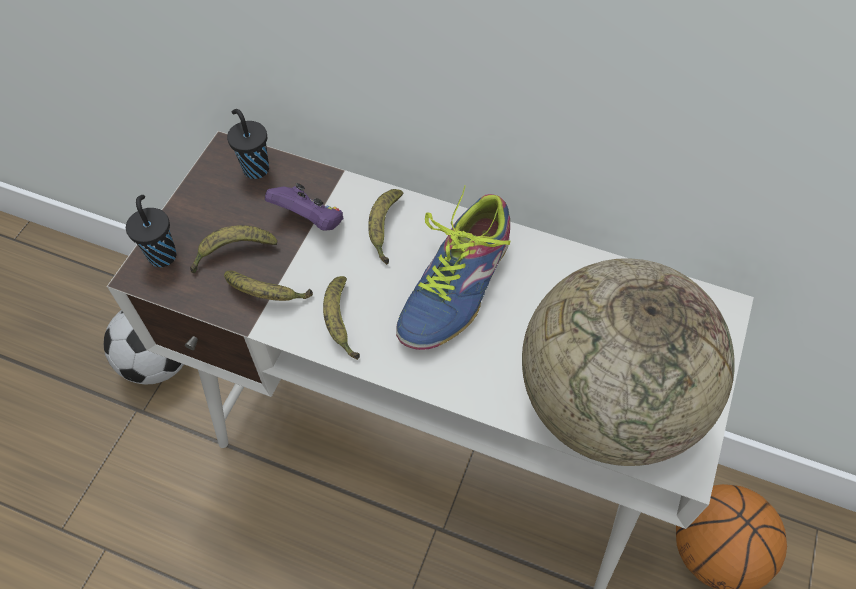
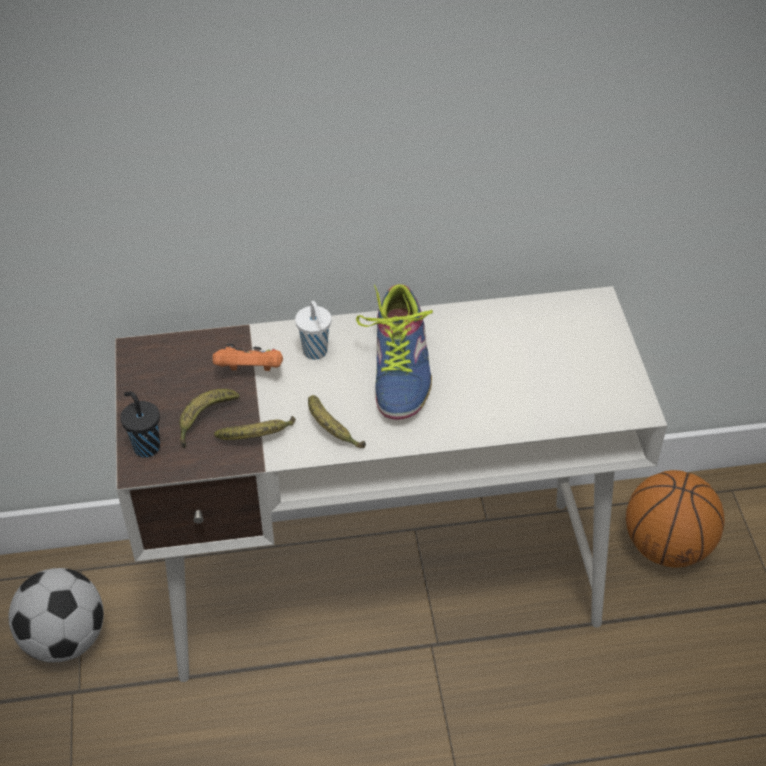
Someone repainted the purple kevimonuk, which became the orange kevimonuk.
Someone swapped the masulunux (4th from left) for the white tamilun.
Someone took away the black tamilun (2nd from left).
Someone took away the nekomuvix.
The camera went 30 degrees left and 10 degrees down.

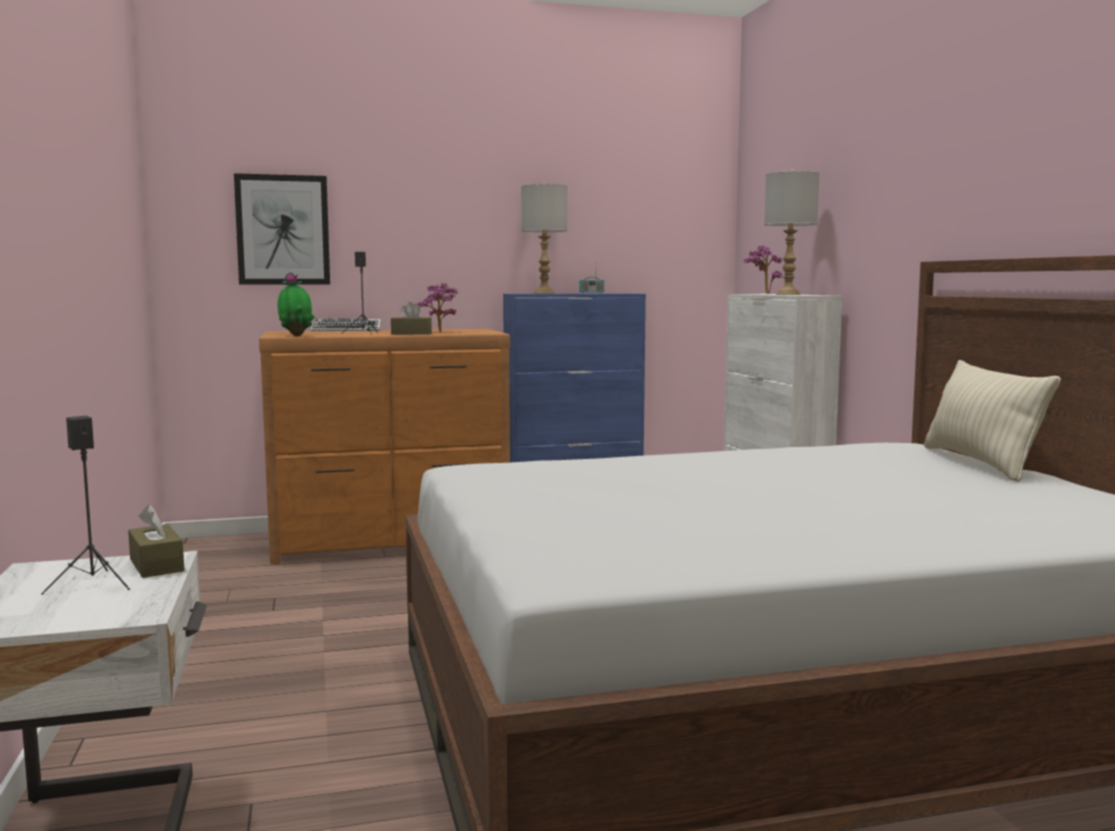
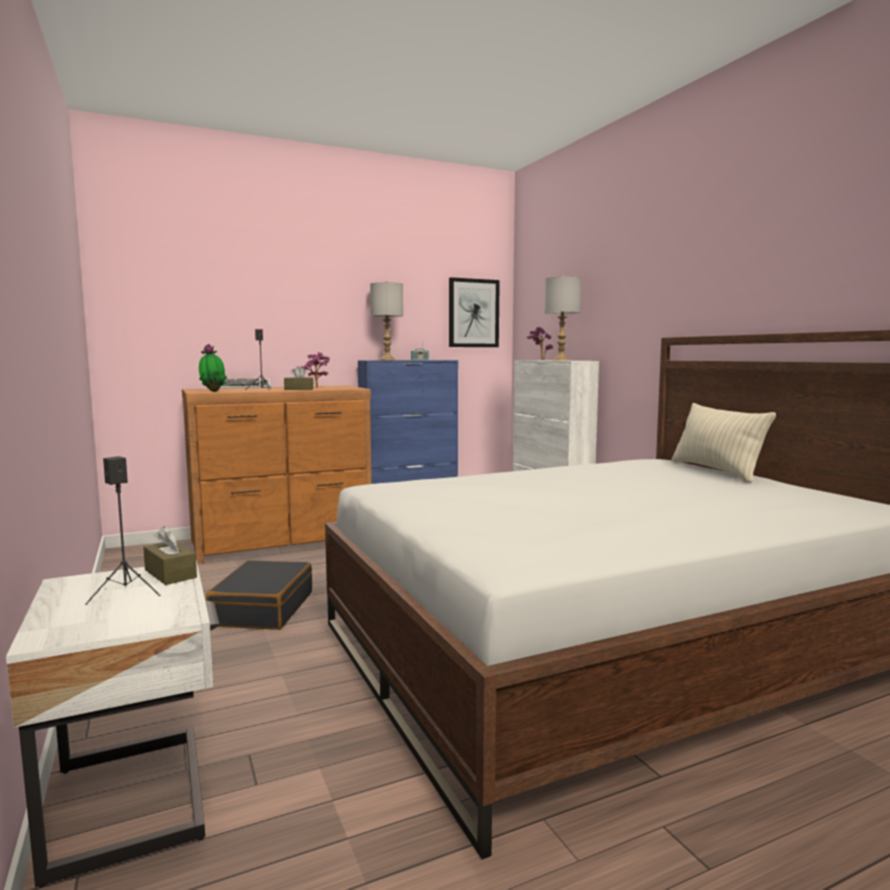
Someone put down the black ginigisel.
Someone carried the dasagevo.
The camera went 10 degrees left and 0 degrees up.

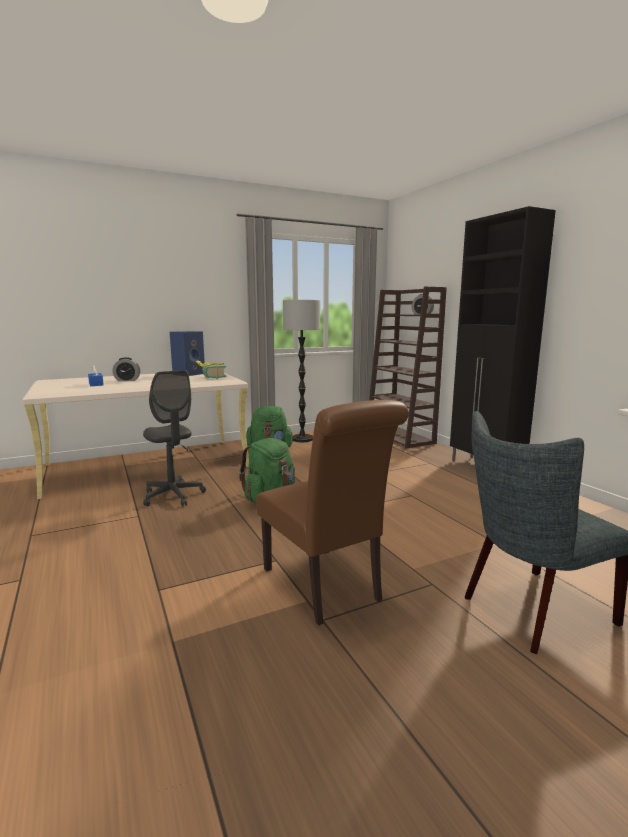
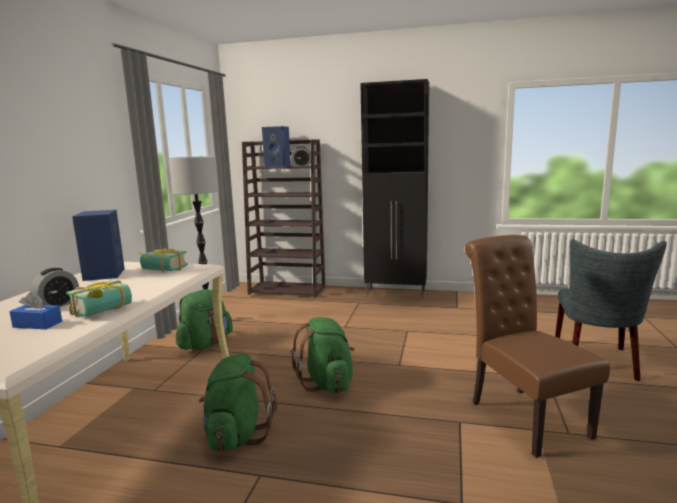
Someone put down the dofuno (1st from left).
Someone swapped the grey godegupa for the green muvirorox (2nd from left).
Someone put down the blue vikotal (2nd from left).
Someone rotated the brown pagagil by 120 degrees counterclockwise.
The camera went 50 degrees left and 0 degrees up.

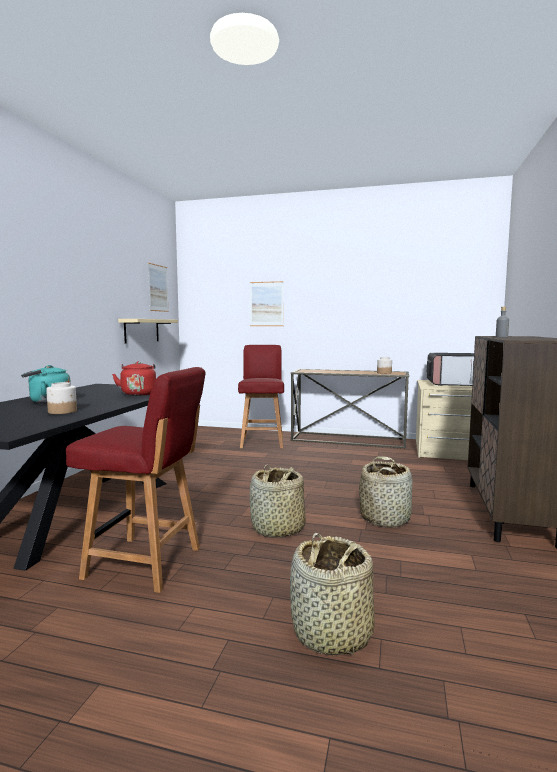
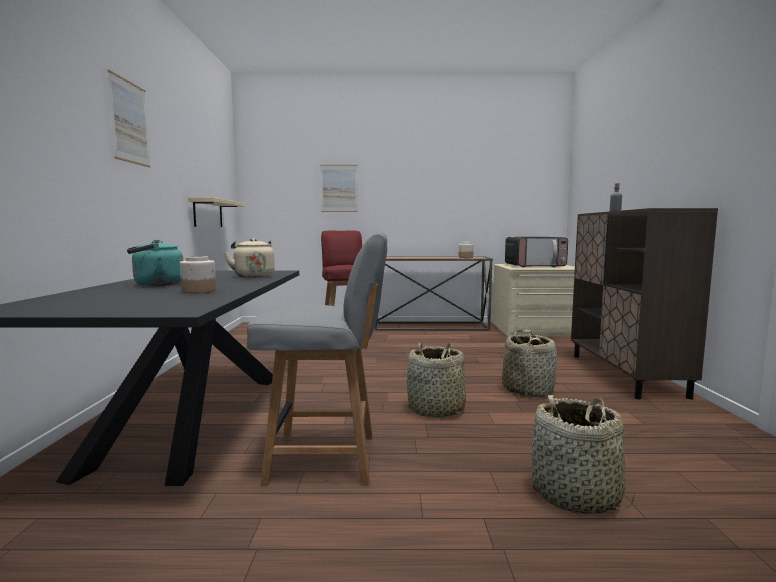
Someone carried the dasagevo (1st from left).
Someone repainted the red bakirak, which became the beige bakirak.
Someone repainted the red pagagil (1st from left), which became the grey pagagil.
The camera went 15 degrees left and 0 degrees up.

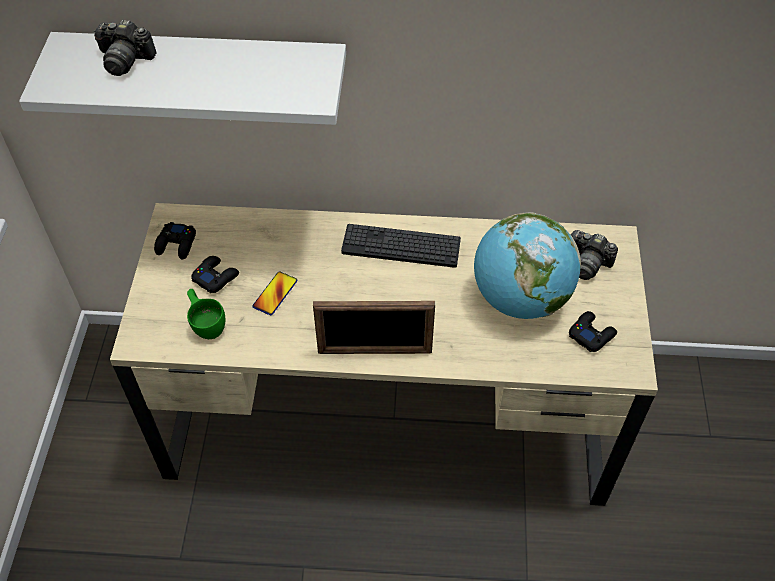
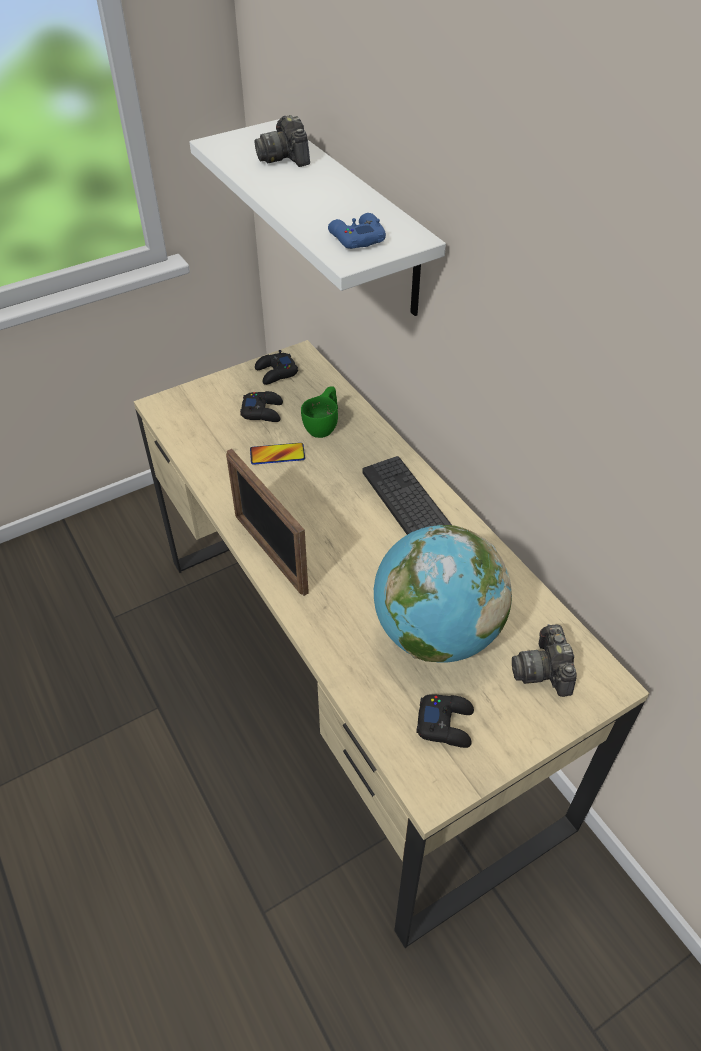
Someone carried the green tamilun.
Someone put down the blue kevimonuk.
The camera went 55 degrees right and 5 degrees down.

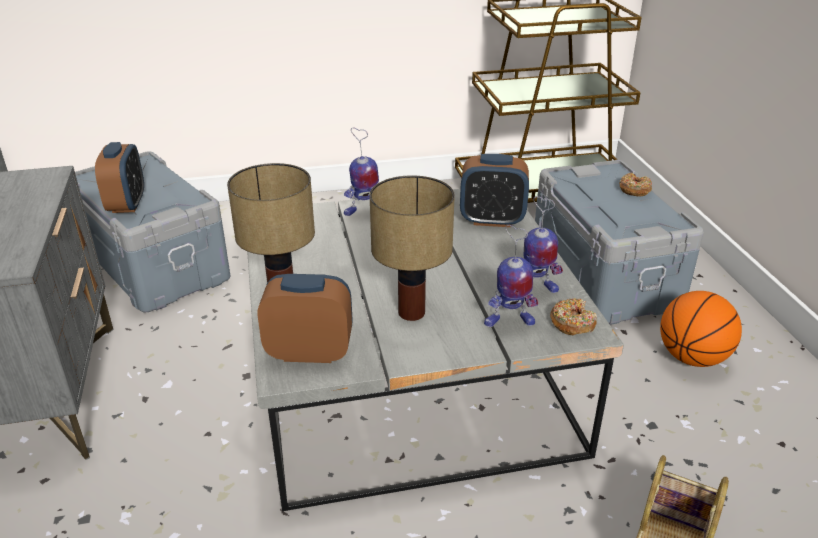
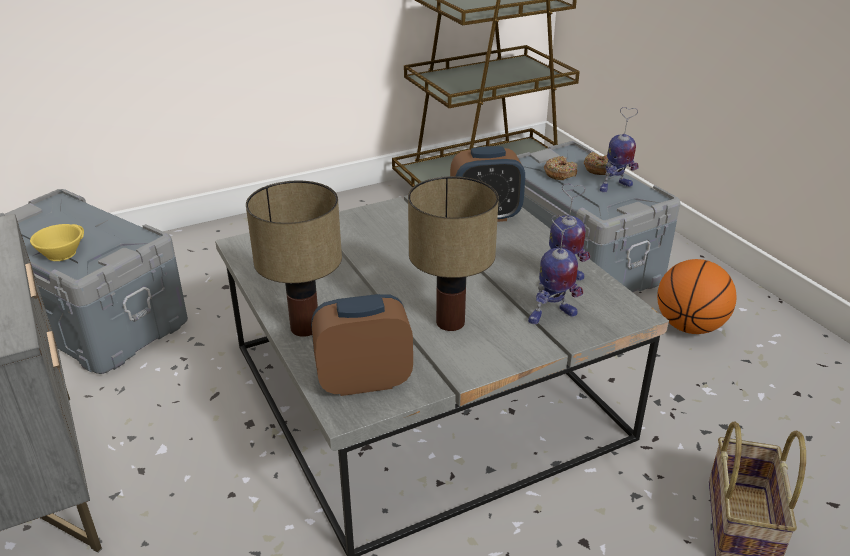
Someone swapped the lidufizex (1st from left) for the yellow tamilun.
Someone carried the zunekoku (1st from left).
Someone carried the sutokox (1st from left in the first image).
The camera went 15 degrees left and 0 degrees up.

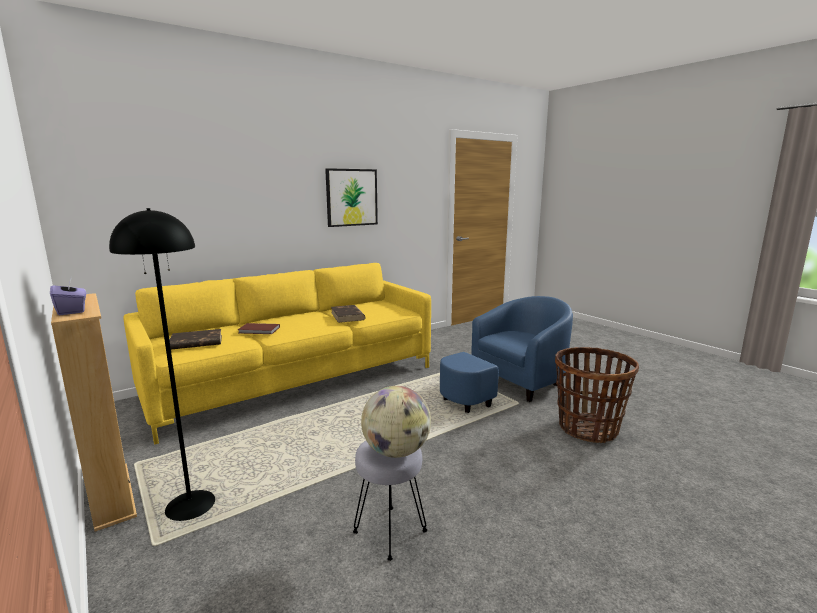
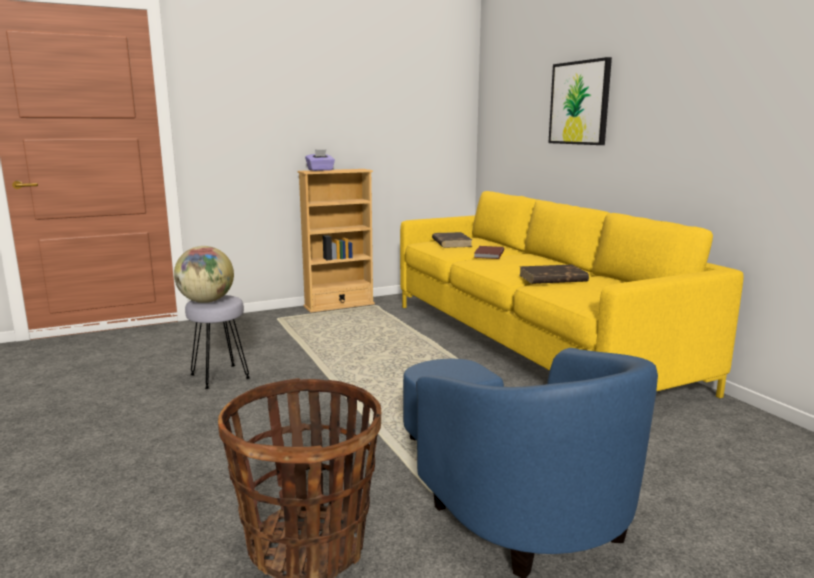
Someone carried the dasagevo.
Someone took away the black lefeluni.
The camera went 100 degrees right and 0 degrees up.

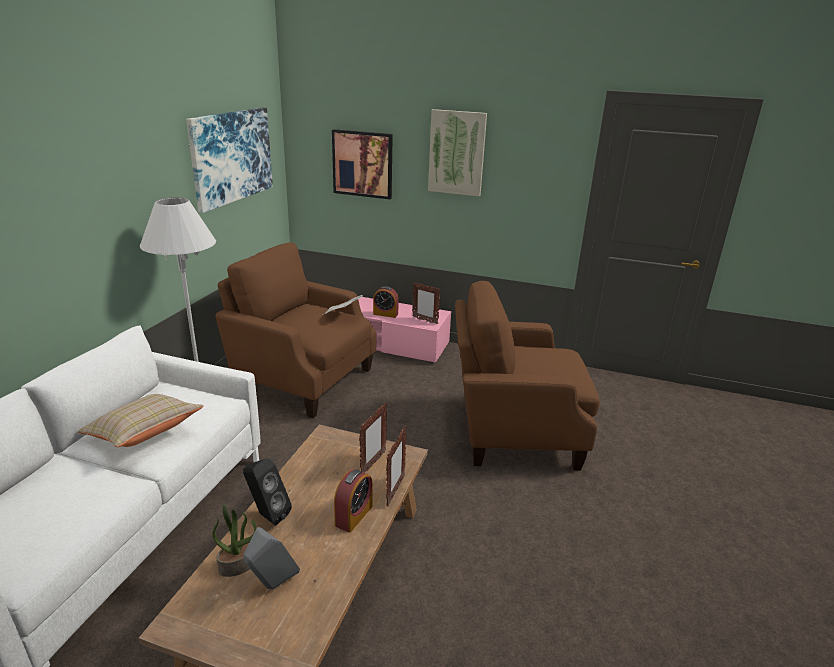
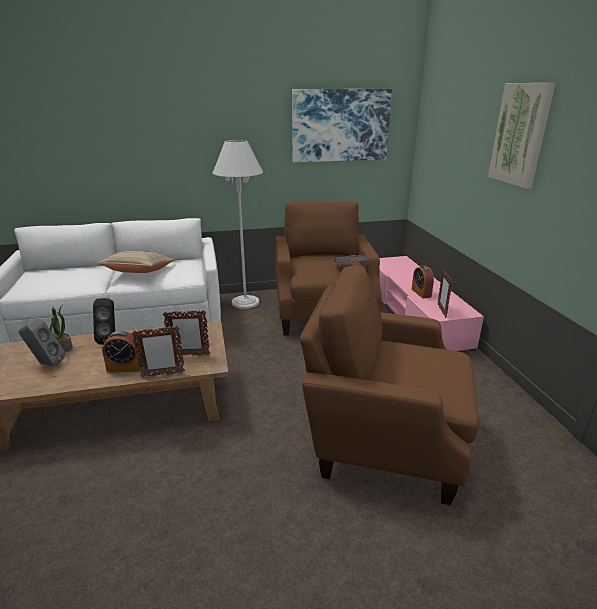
Someone rotated the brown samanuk (2nd from left) by 45 degrees counterclockwise.
Someone took away the dasagevo (2nd from left).
The camera went 60 degrees right and 0 degrees up.

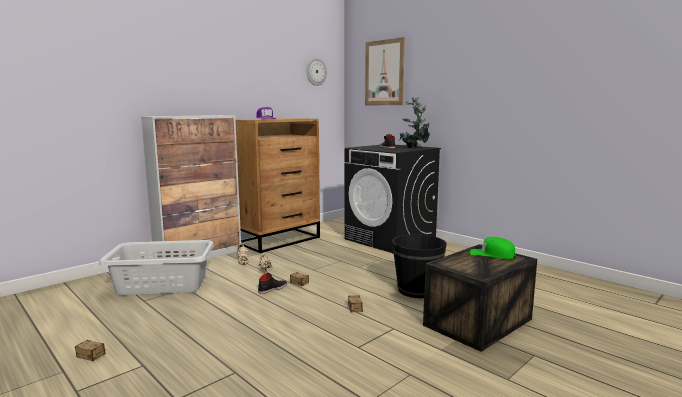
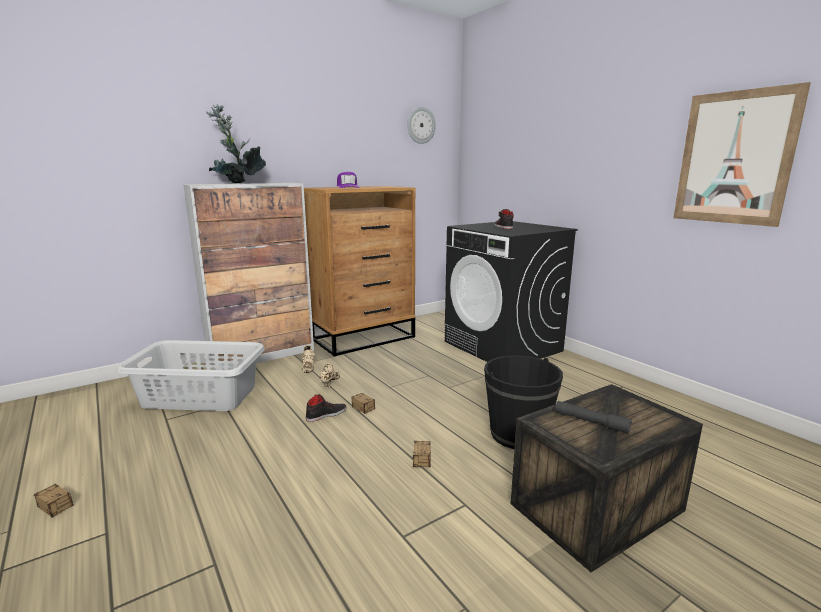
Someone carried the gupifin.
Someone put down the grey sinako.
Someone carried the dasagevo.
Someone took away the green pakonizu.
The camera went 10 degrees right and 5 degrees up.

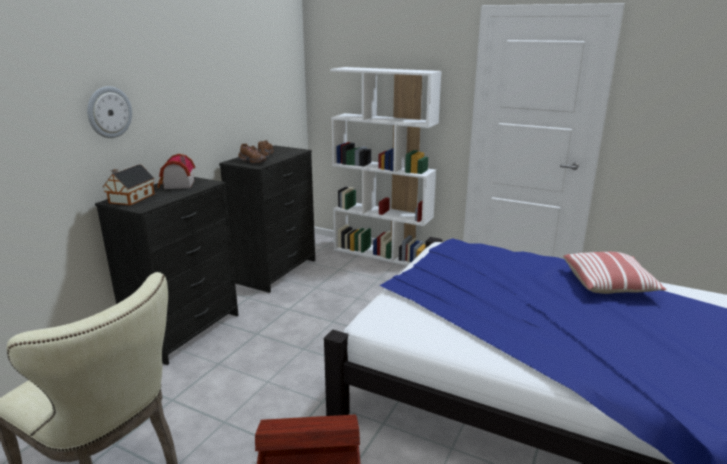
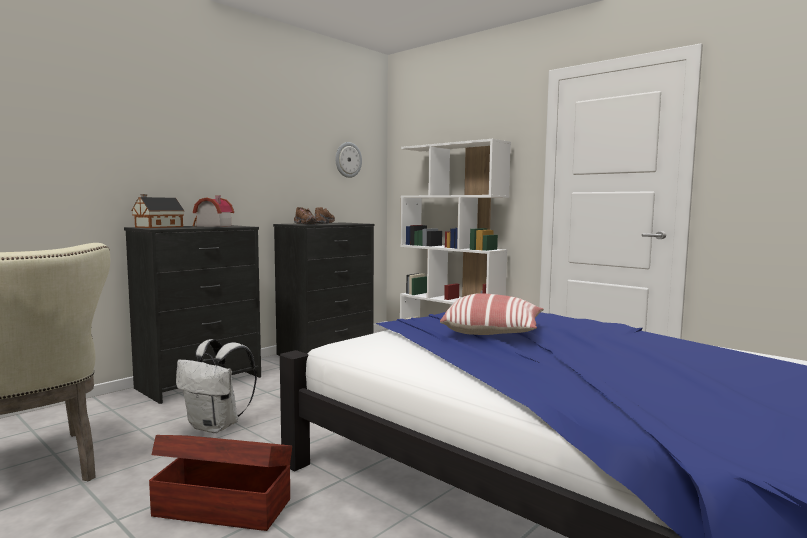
Someone put down the white muvirorox.
Someone carried the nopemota.
Someone carried the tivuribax.
The camera went 15 degrees right and 15 degrees down.

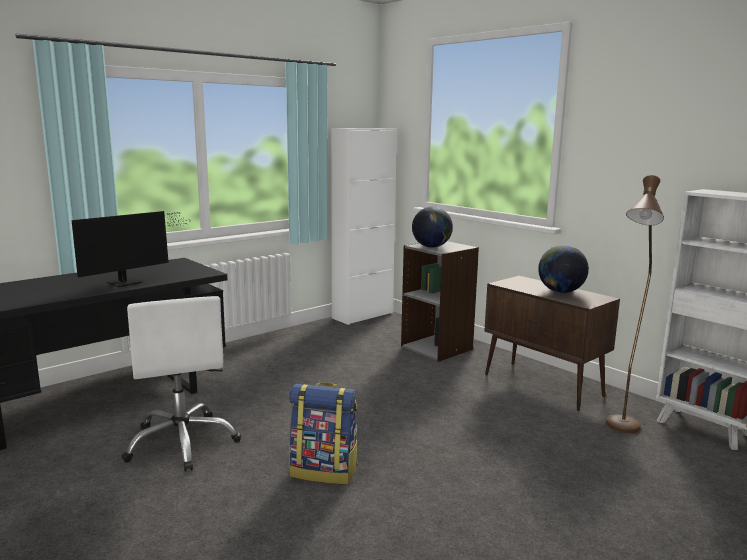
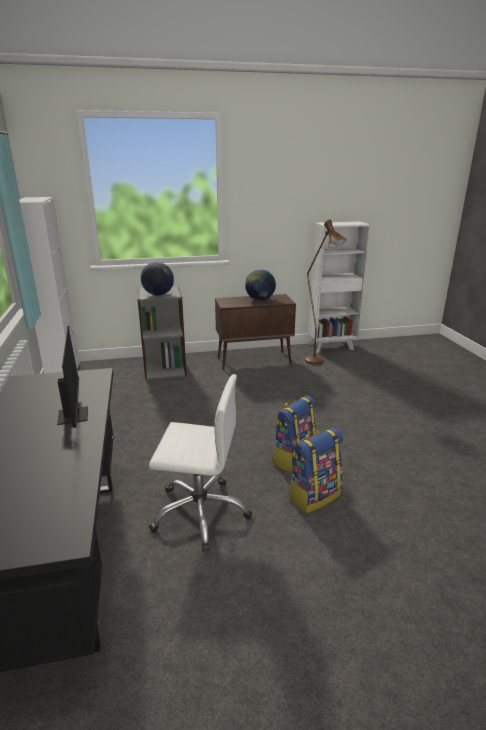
Someone put down the muvirorox (2nd from left).
The camera went 60 degrees left and 10 degrees up.

